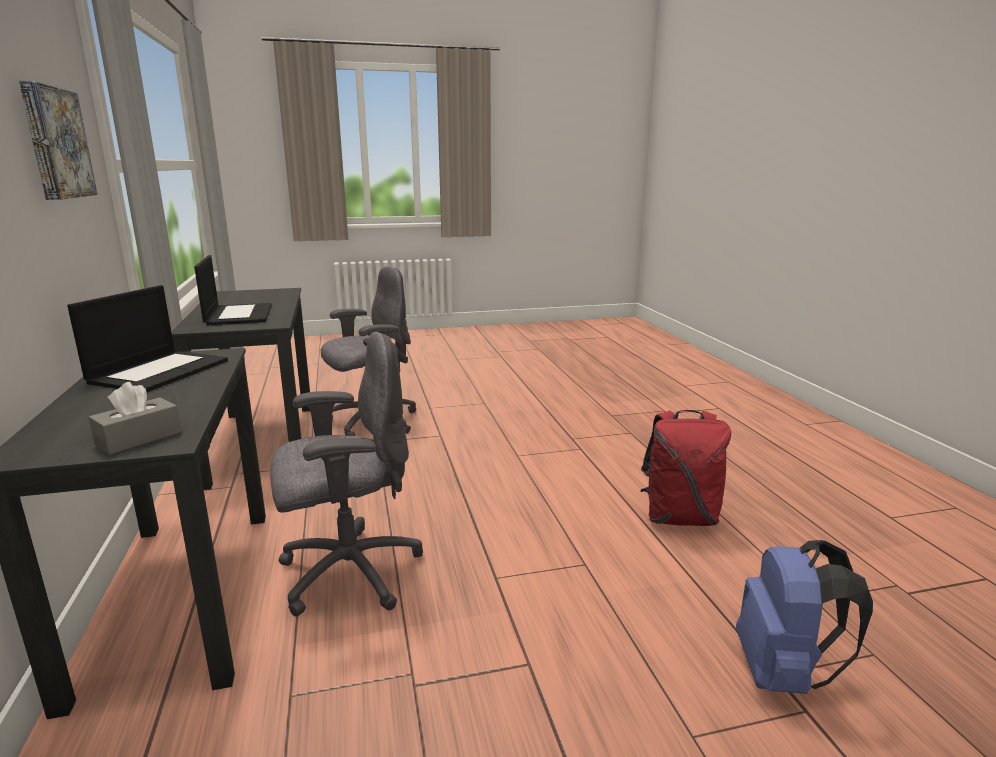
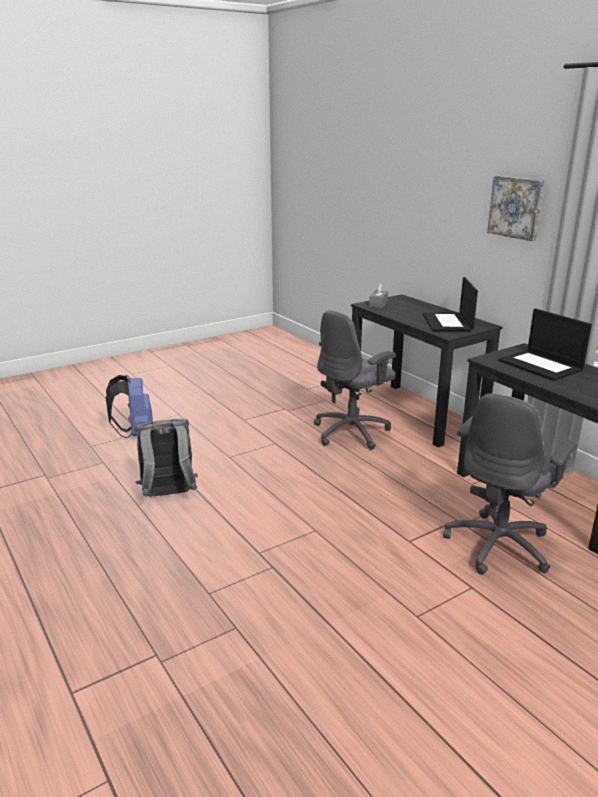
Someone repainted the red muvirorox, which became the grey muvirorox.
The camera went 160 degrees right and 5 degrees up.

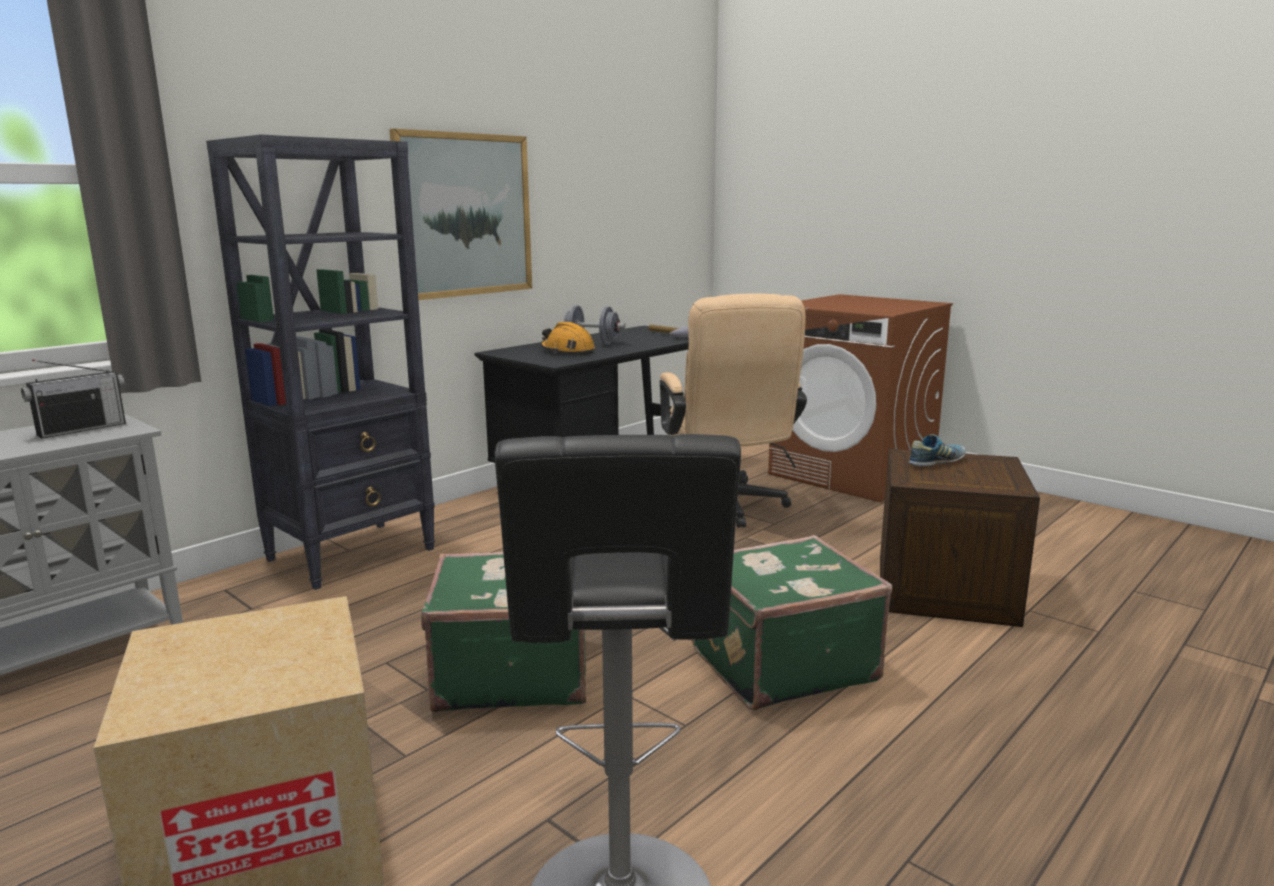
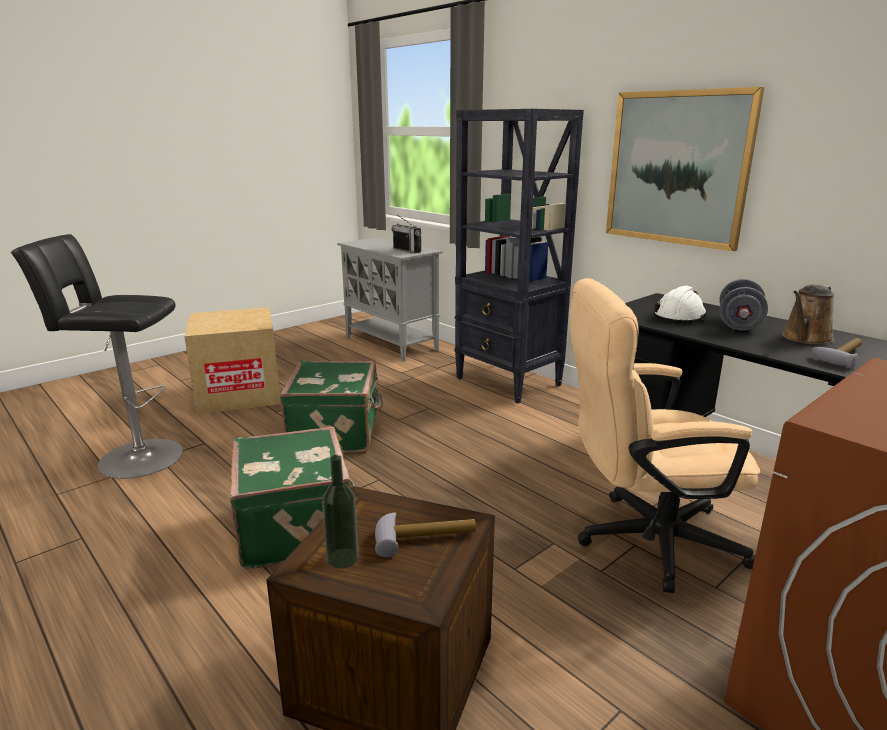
Someone put down the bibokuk.
Someone swapped the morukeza for the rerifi (1st from left).
Someone repainted the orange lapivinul, which became the white lapivinul.
Someone put down the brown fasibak.
The camera went 95 degrees right and 5 degrees up.

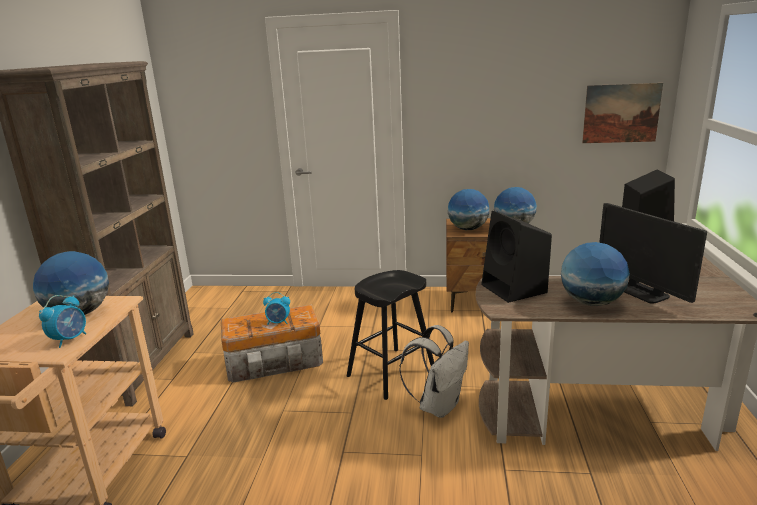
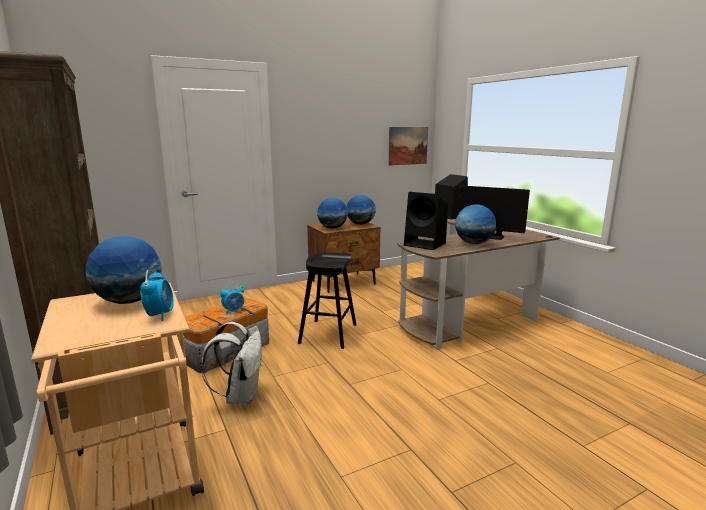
Someone carried the white muvirorox.
The camera went 35 degrees left and 5 degrees down.

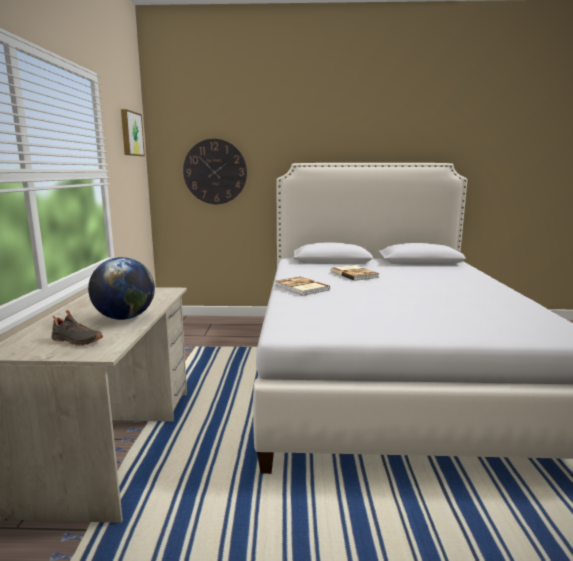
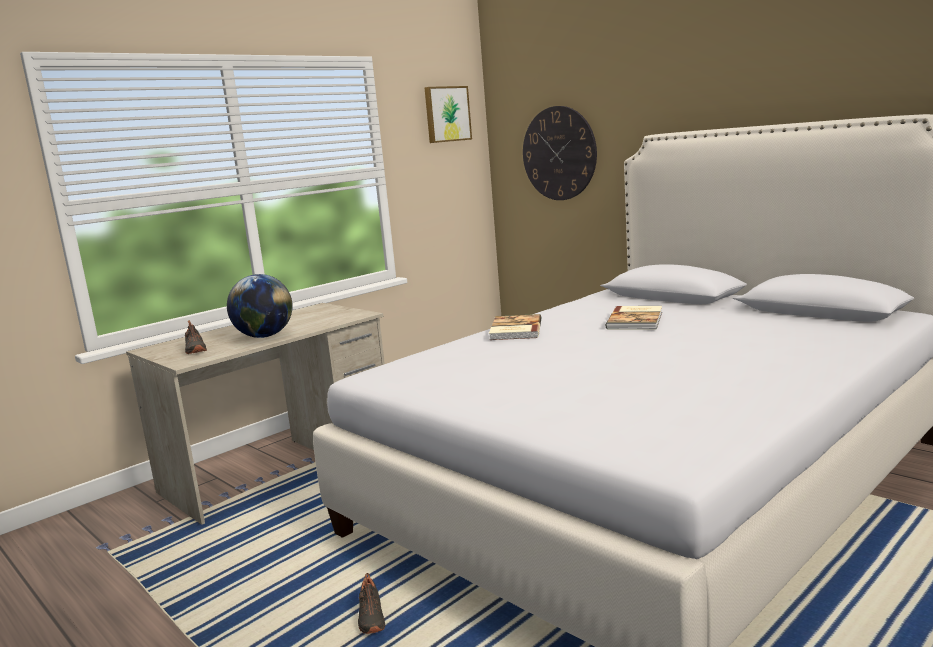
Someone put down the black morukeza (2nd from left).
The camera went 45 degrees right and 0 degrees up.

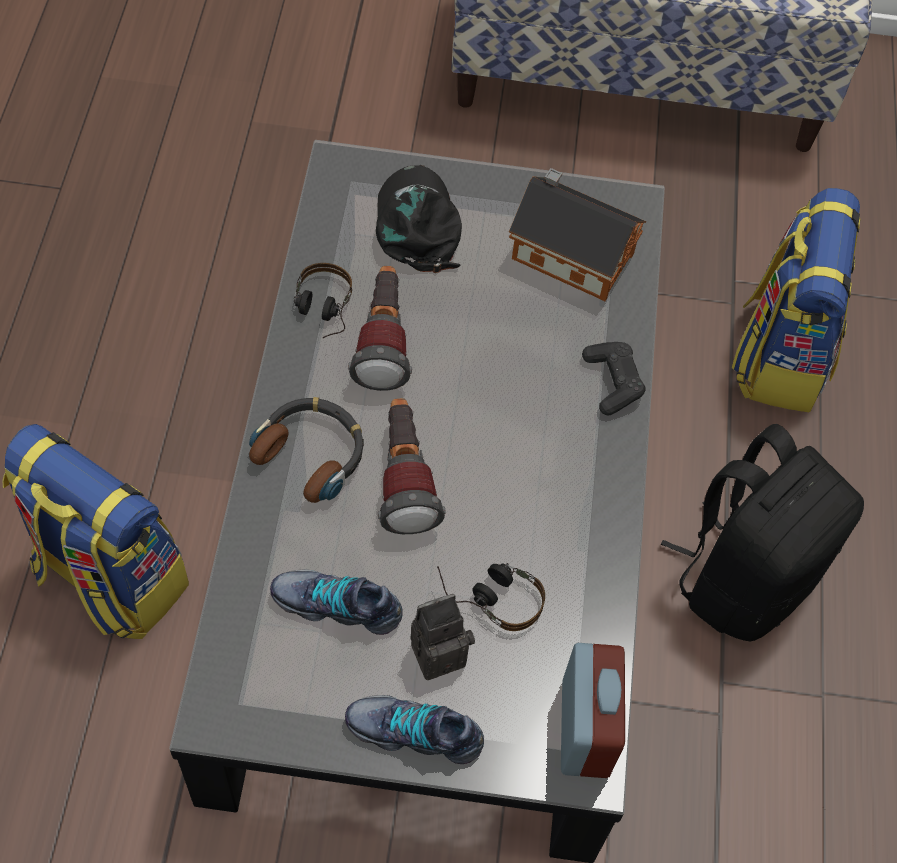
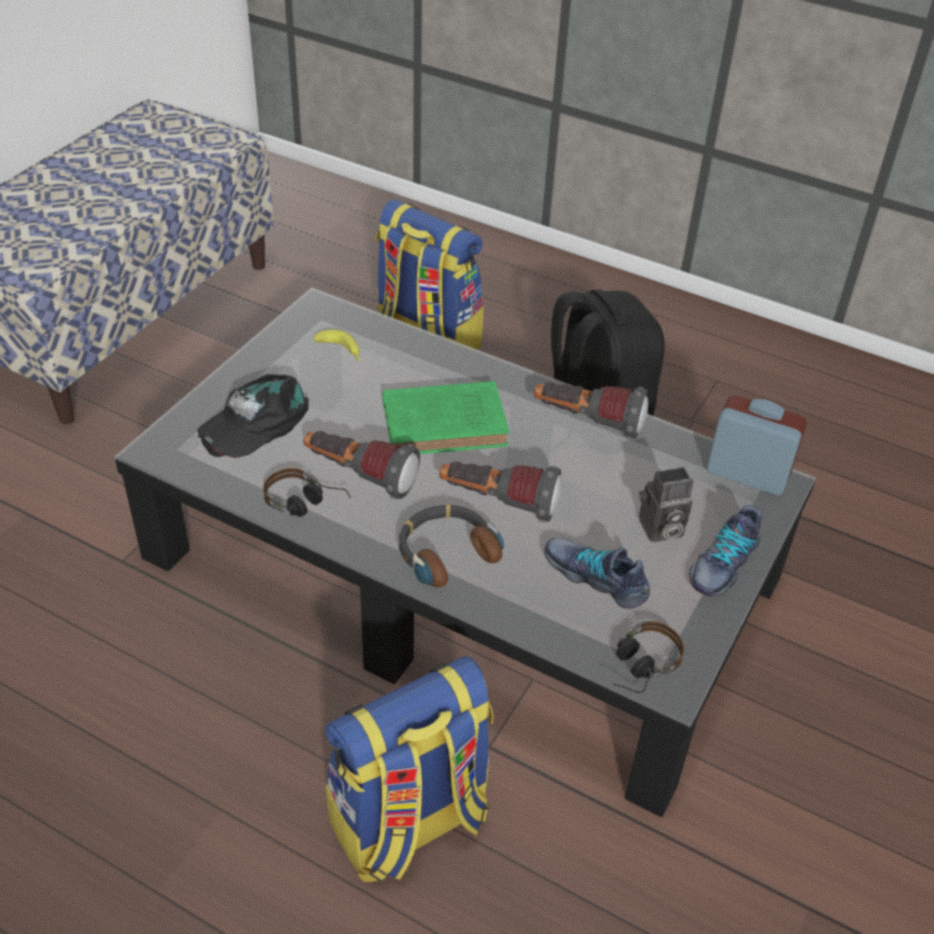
Someone rotated the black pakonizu by 60 degrees counterclockwise.
Someone swapped the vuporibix for the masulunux.
Someone put down the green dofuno.
Someone put down the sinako (3rd from left).
Someone rotated the morukeza (1st from left) by 90 degrees clockwise.
Someone carried the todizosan (3rd from left).
Someone rotated the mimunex by 105 degrees counterclockwise.
Someone took away the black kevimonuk.
The camera went 65 degrees left and 15 degrees down.

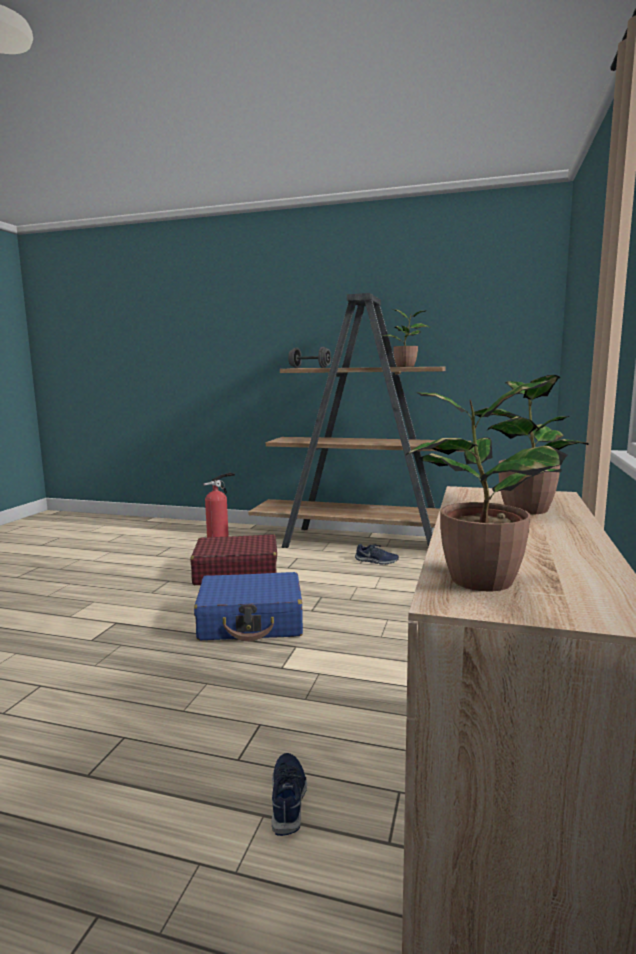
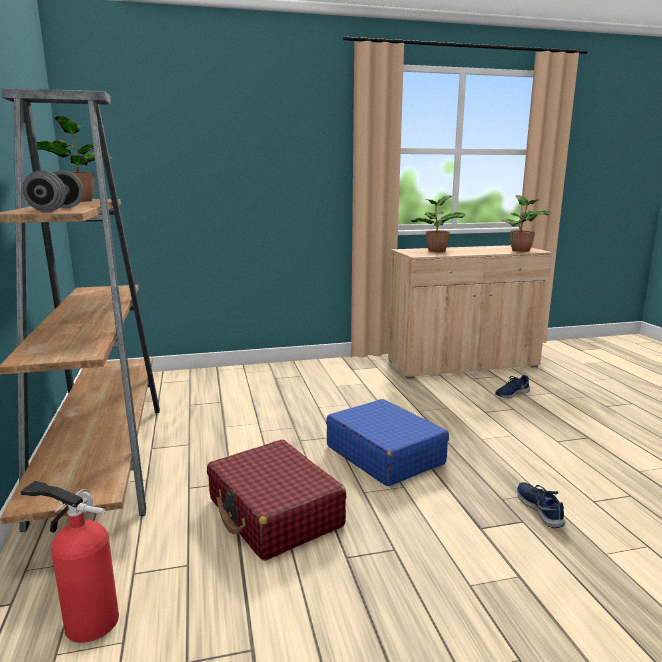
Someone carried the blue morukeza (2nd from left).
The camera went 120 degrees left and 5 degrees up.

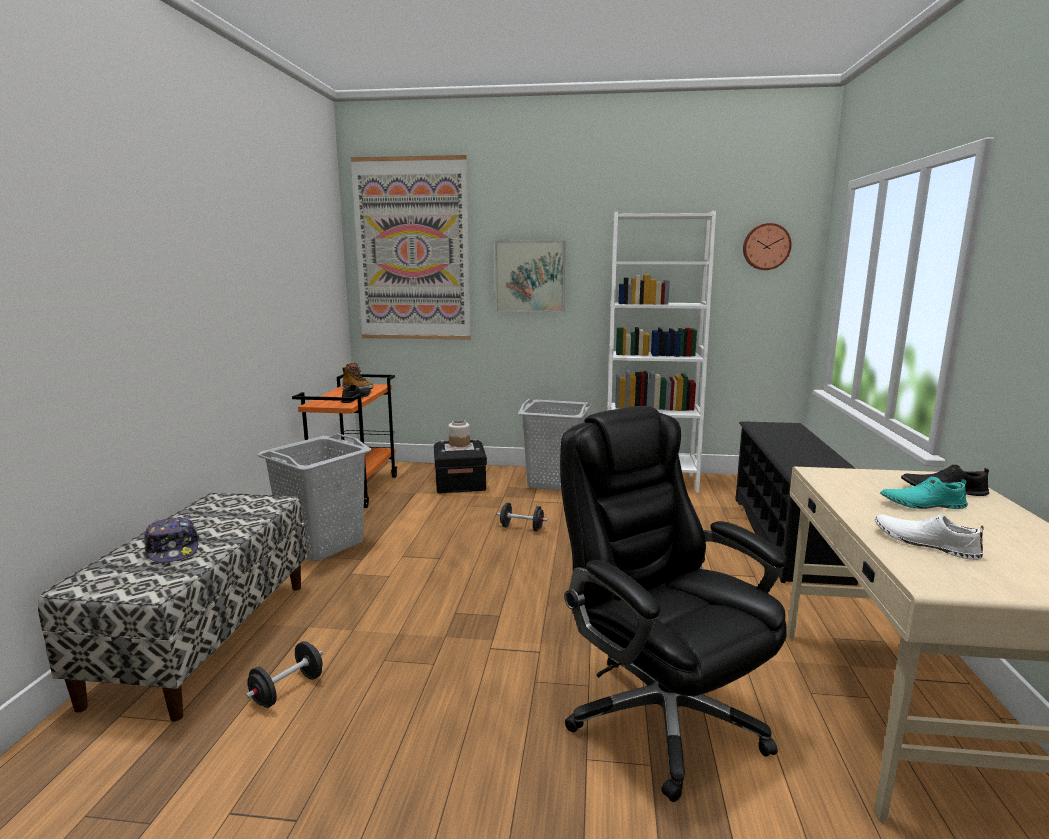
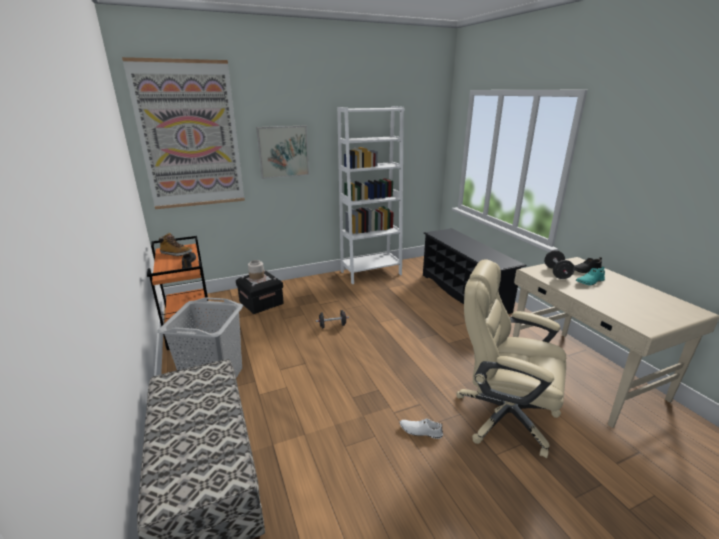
Someone carried the white morukeza.
Someone repainted the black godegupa, which became the beige godegupa.
Someone carried the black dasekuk (1st from left in the first image).
Someone took away the pakonizu.
Someone took away the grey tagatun (2nd from left).
Someone took away the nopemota.
The camera went 30 degrees left and 10 degrees up.

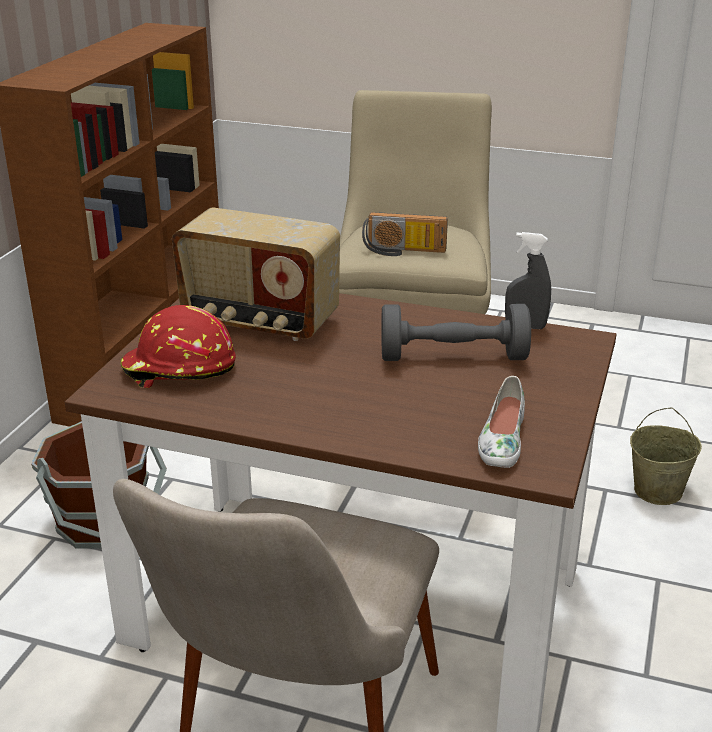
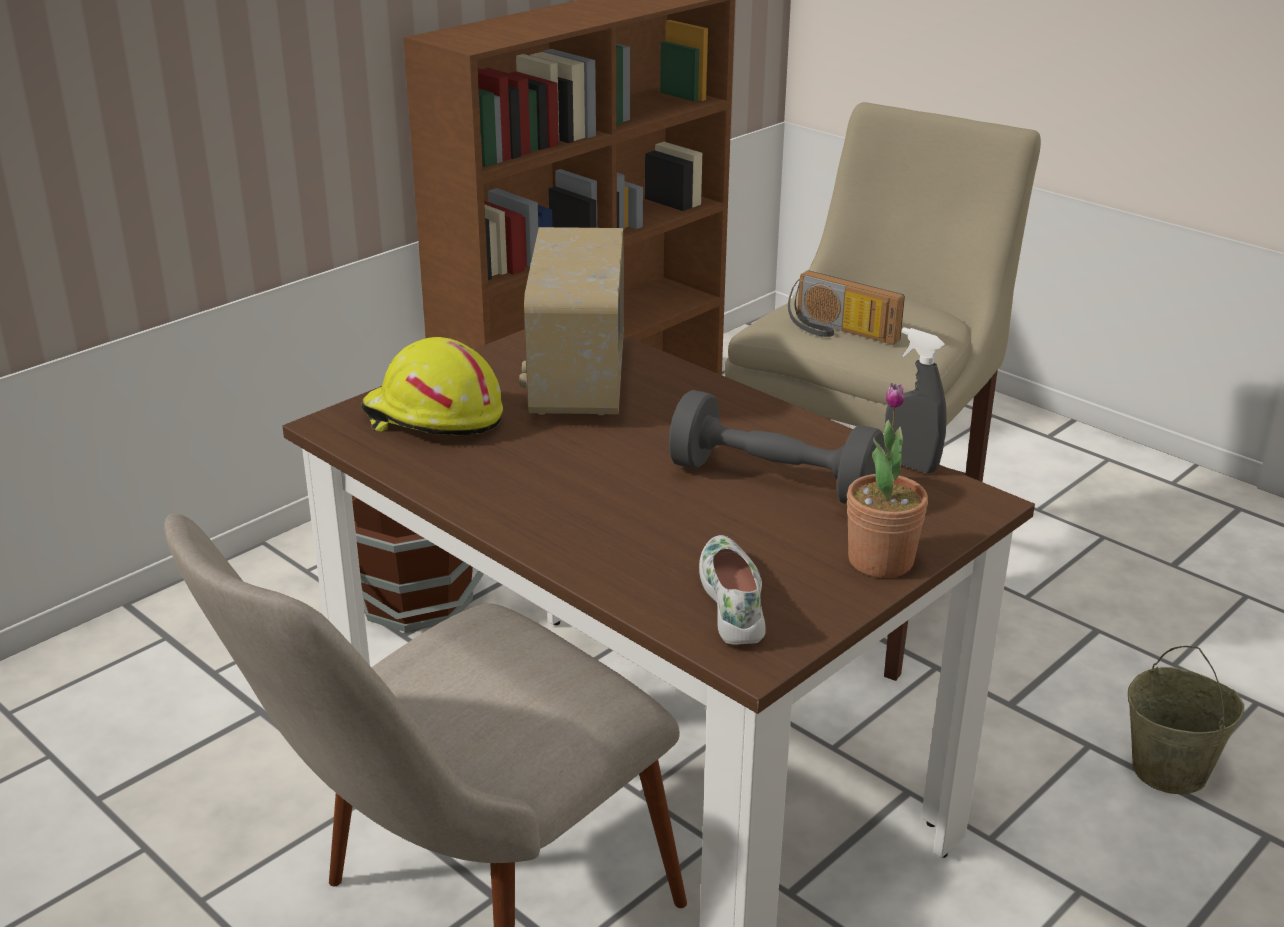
Someone repainted the red lapivinul, which became the yellow lapivinul.
Someone rotated the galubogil (1st from left) by 45 degrees clockwise.
Someone rotated the white morukeza by 135 degrees clockwise.
Someone put down the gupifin.
The camera went 25 degrees right and 0 degrees up.

